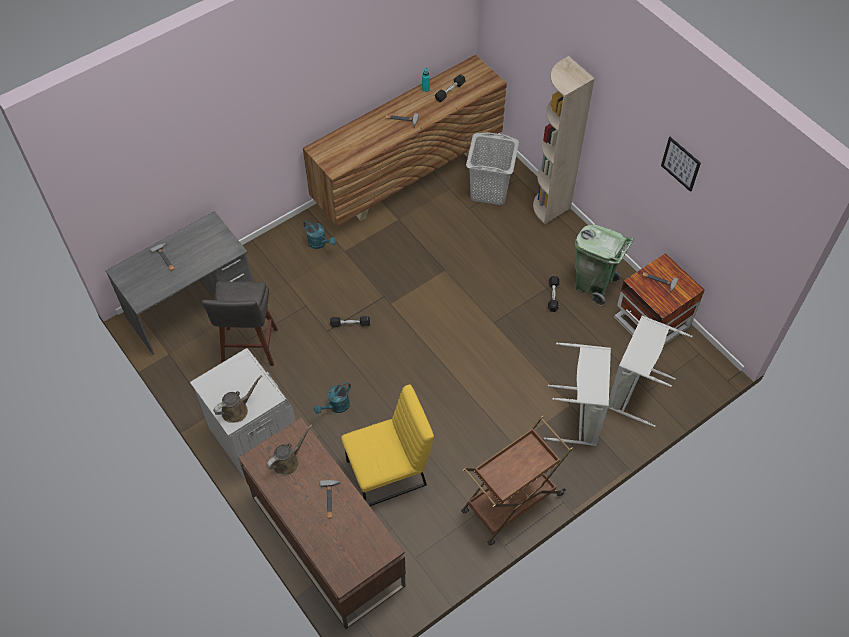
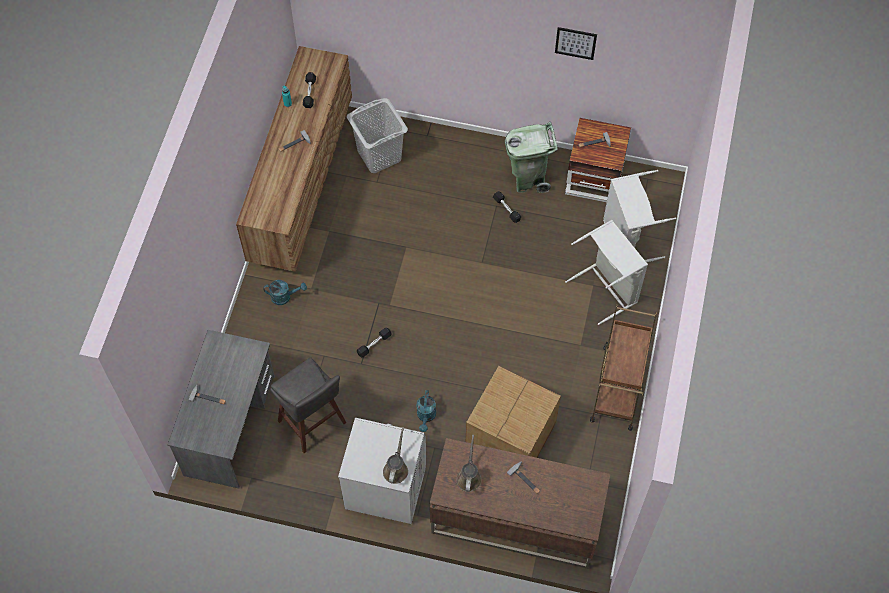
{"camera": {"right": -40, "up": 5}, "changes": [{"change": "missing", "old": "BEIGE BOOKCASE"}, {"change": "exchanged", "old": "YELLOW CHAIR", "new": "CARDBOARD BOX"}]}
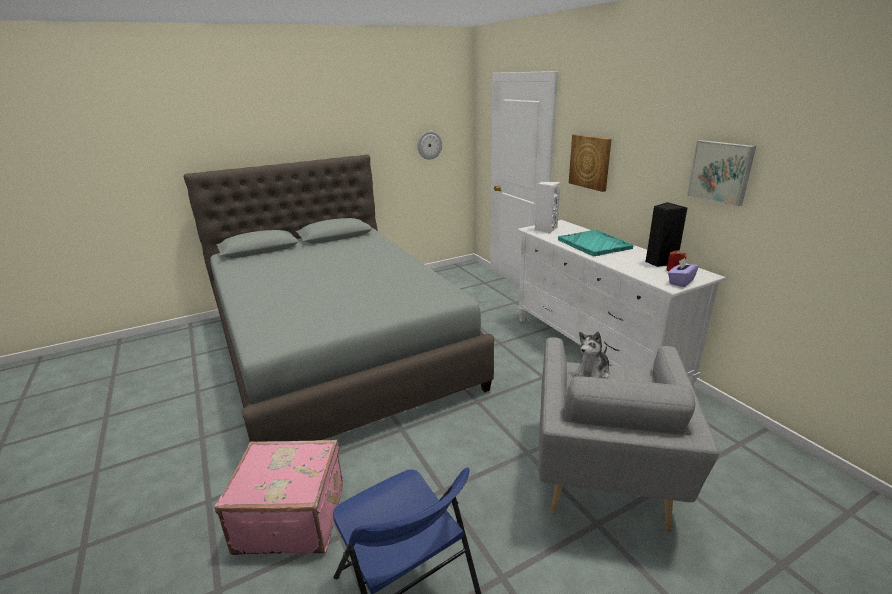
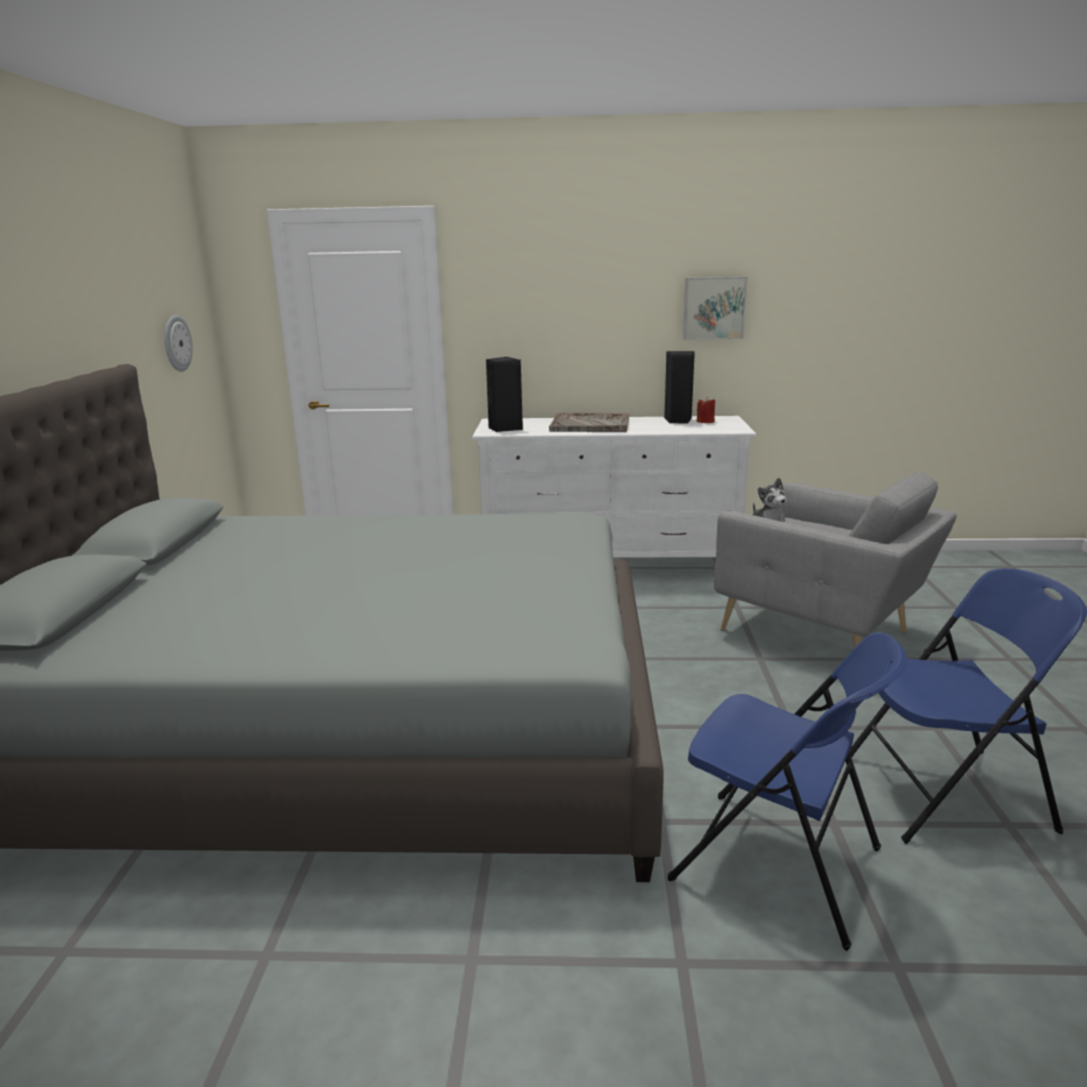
{"camera": {"right": -60, "up": -5}, "changes": [{"change": "missing", "old": "PICTURE (no. 1 from left)"}, {"change": "missing", "old": "PURPLE TISSUE BOX"}, {"change": "exchanged", "old": "PINK SUITCASE", "new": "BLUE CHAIR (no. 1 from left)"}, {"change": "colour", "old": "WHITE SPEAKER", "new": "BLACK SPEAKER (no. 1 from left)"}, {"change": "colour", "old": "TURQUOISE TRAY", "new": "GREY TRAY"}]}
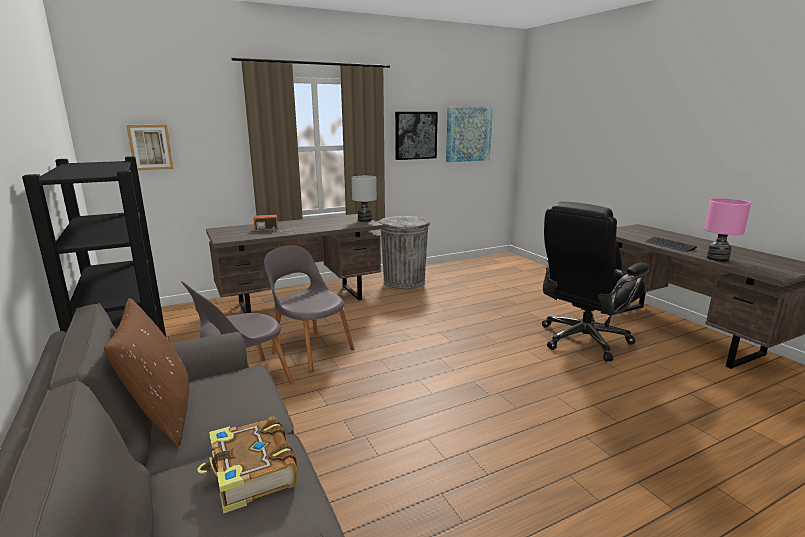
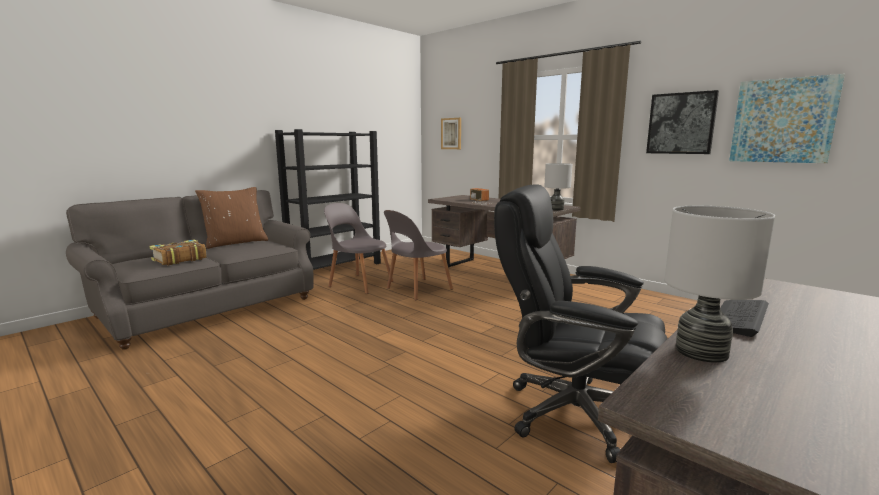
{"camera": {"right": 70, "up": -5}, "changes": [{"change": "missing", "old": "GREY TRASH CAN"}, {"change": "colour", "old": "PINK TABLE LAMP", "new": "GREY TABLE LAMP (no. 2 from left)"}, {"change": "spun", "old": "GREY CHAIR (no. 2 from left)", "degrees": -150}]}
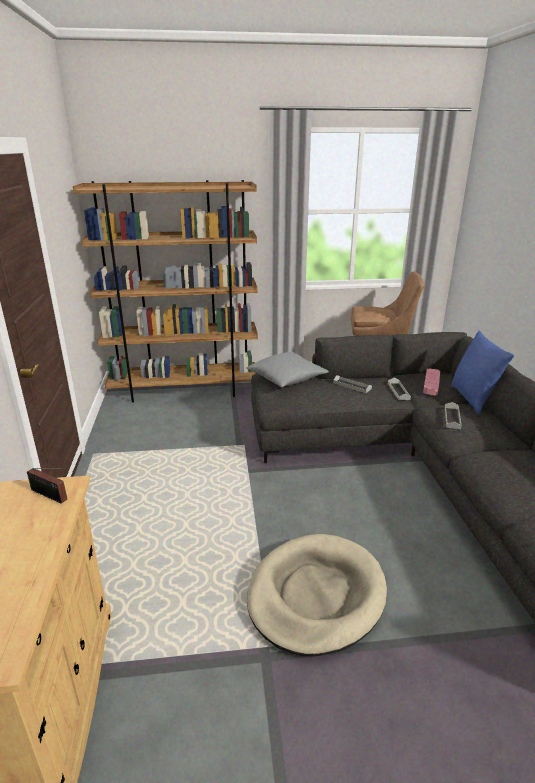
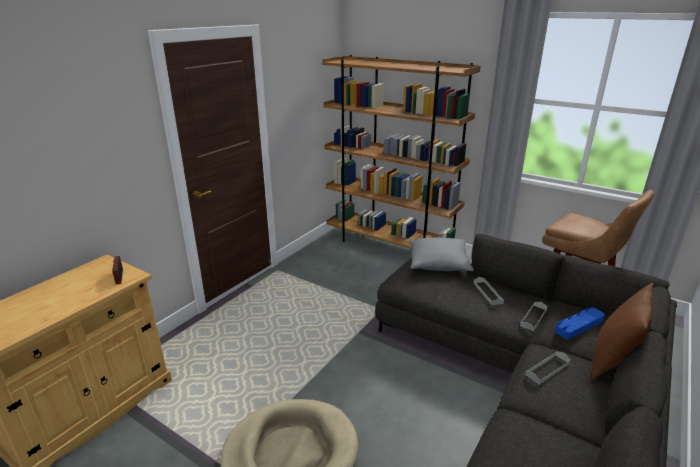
{"camera": {"right": 40, "up": 0}, "changes": [{"change": "colour", "old": "PINK TRAY", "new": "BLUE TRAY"}, {"change": "colour", "old": "BLUE PILLOW", "new": "BROWN PILLOW"}]}
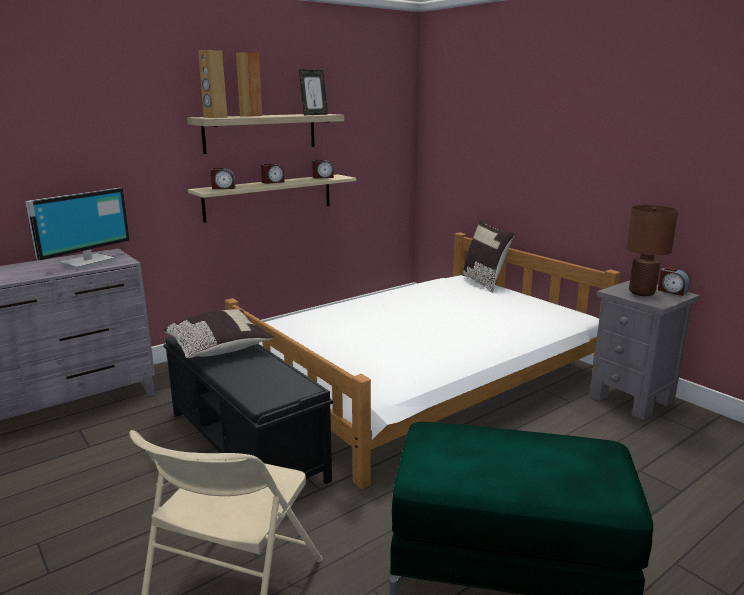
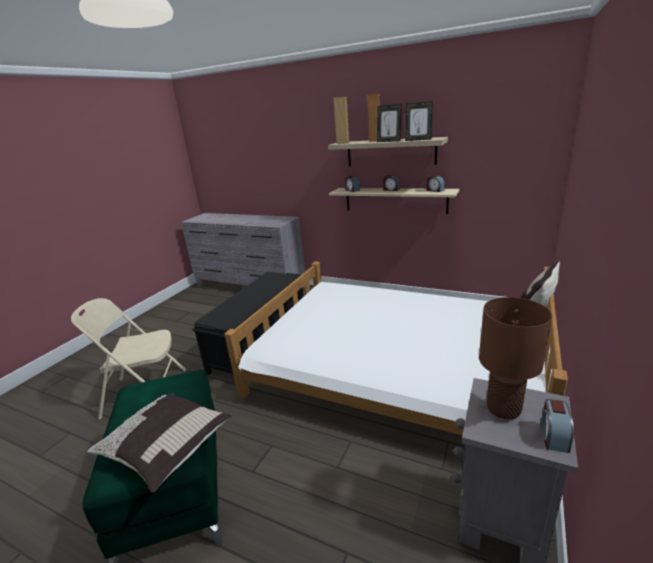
{"camera": {"right": 65, "up": 5}, "changes": [{"change": "missing", "old": "MONITOR"}, {"change": "appeared", "new": "PICTURE FRAME (no. 1 from left)"}, {"change": "relocated", "old": "PILLOW (no. 1 from left)"}]}
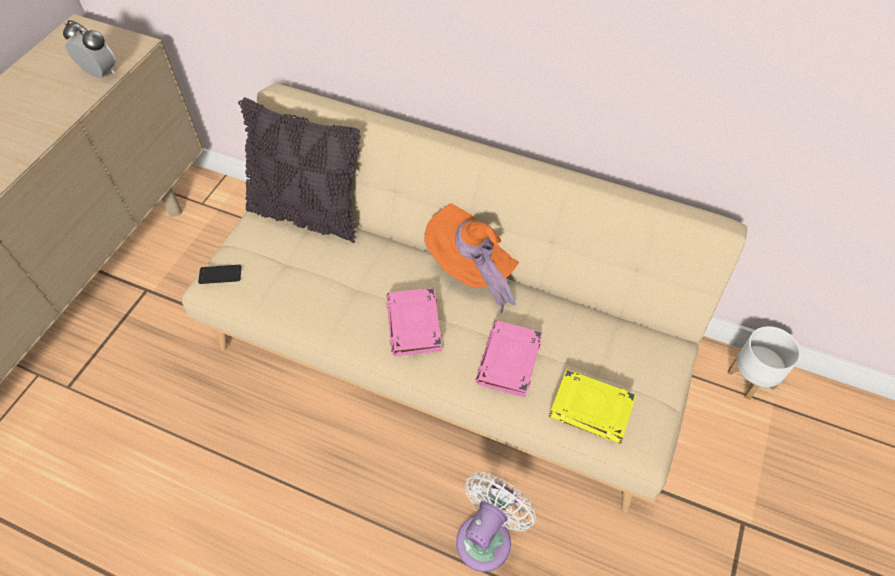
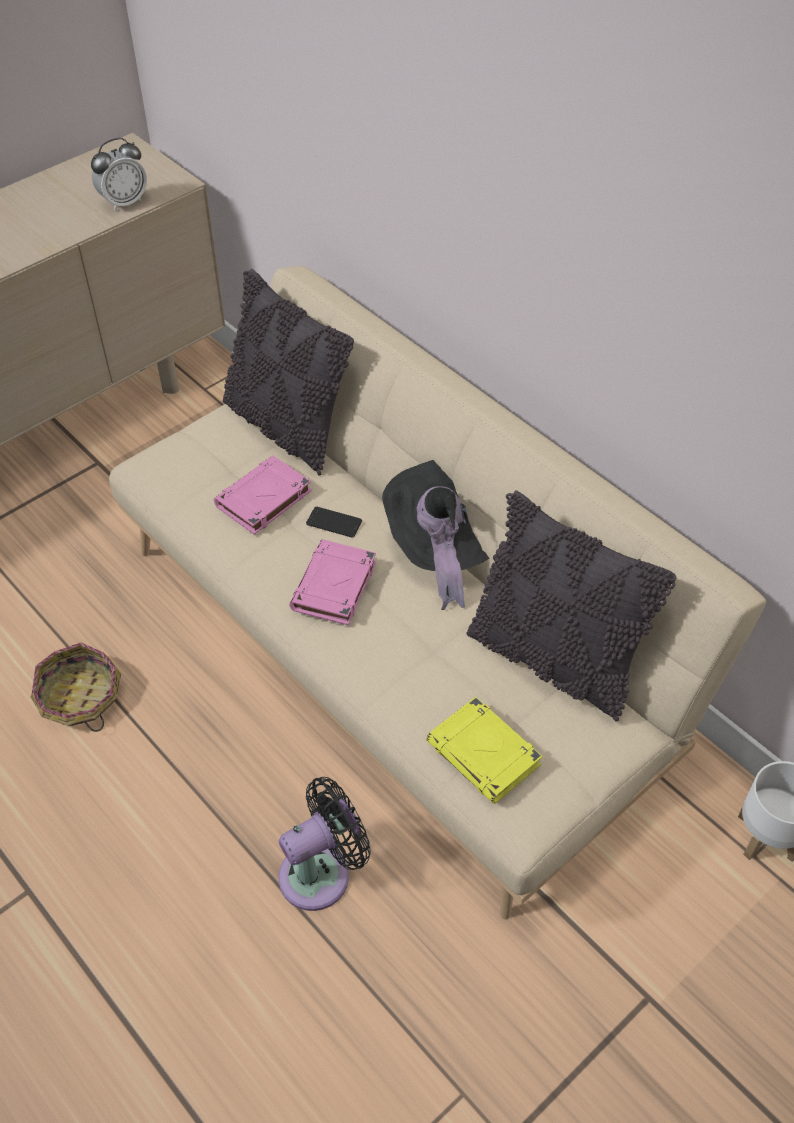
{"camera": {"right": 25, "up": -5}, "changes": [{"change": "appeared", "new": "BASKET"}, {"change": "appeared", "new": "BLACK PILLOW (no. 2 from left)"}, {"change": "relocated", "old": "PHONE"}, {"change": "relocated", "old": "PINK BOOK (no. 2 from left in the first image)", "new": "PINK BOOK (no. 1 from left)"}, {"change": "colour", "old": "ORANGE HAT", "new": "BLACK HAT"}, {"change": "colour", "old": "WHITE FAN", "new": "BLACK FAN"}, {"change": "spun", "old": "ALARM CLOCK", "degrees": 90}]}
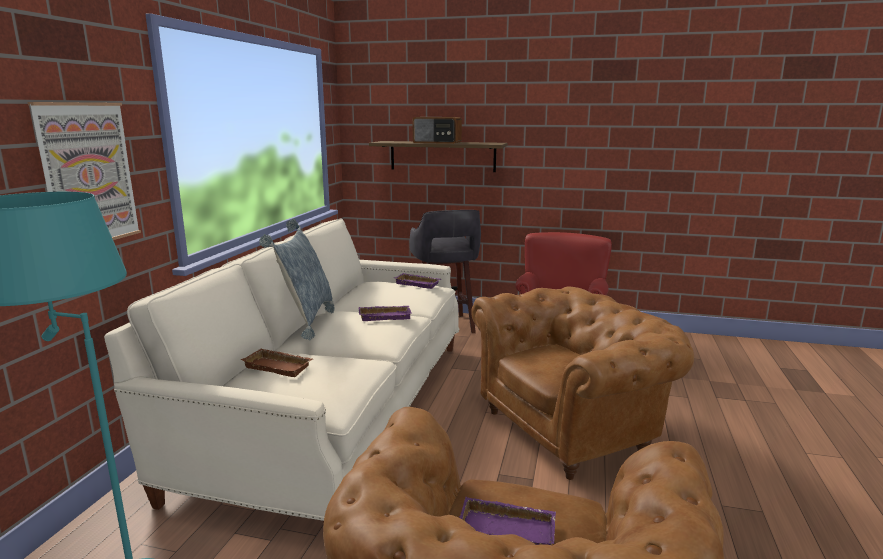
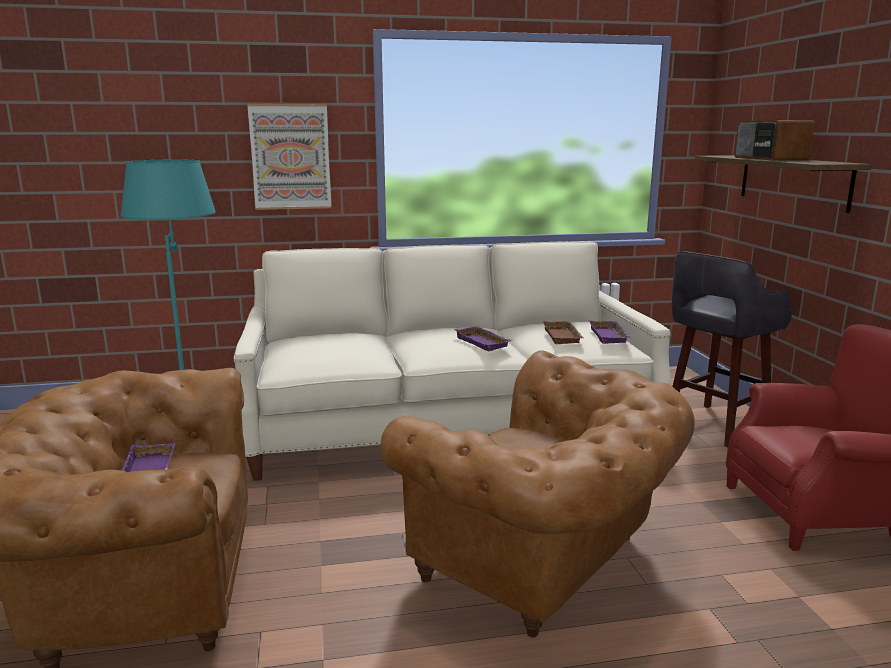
{"camera": {"right": 65, "up": 0}, "changes": [{"change": "missing", "old": "PILLOW"}, {"change": "relocated", "old": "BROWN TRAY"}]}
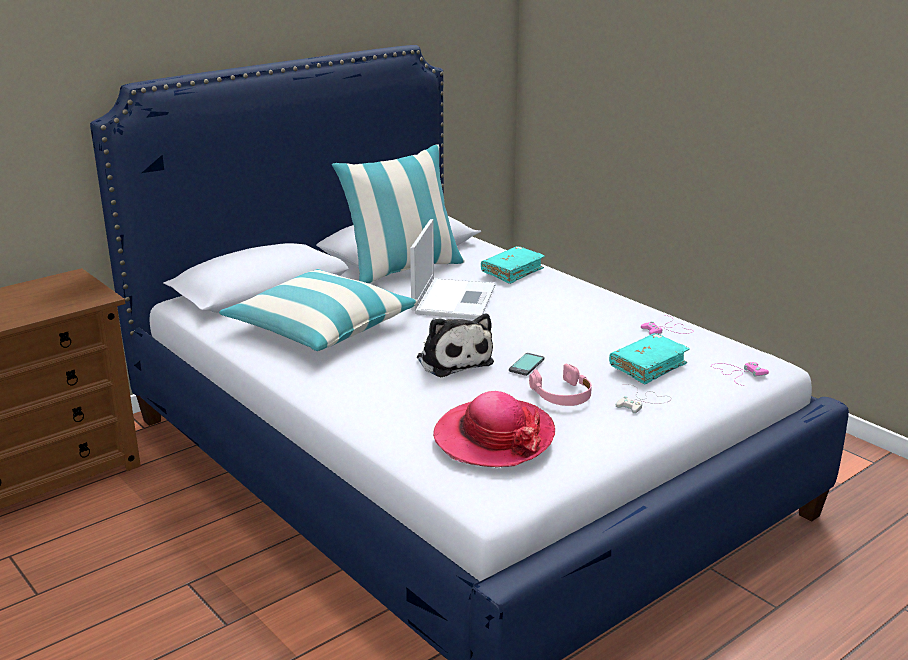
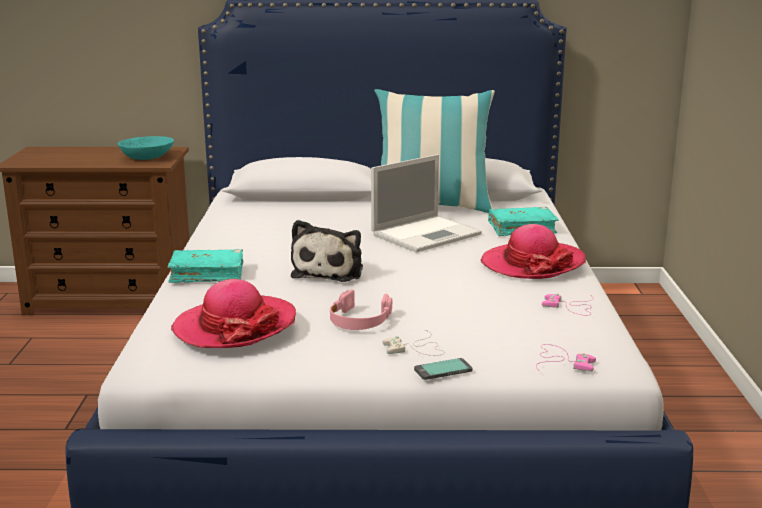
{"camera": {"right": 40, "up": -5}, "changes": [{"change": "missing", "old": "PILLOW (no. 1 from left)"}, {"change": "appeared", "new": "TURQUOISE BOWL"}, {"change": "appeared", "new": "HAT (no. 2 from left)"}, {"change": "relocated", "old": "PHONE"}, {"change": "relocated", "old": "TURQUOISE BOOK (no. 2 from left in the first image)", "new": "TURQUOISE BOOK (no. 1 from left)"}]}
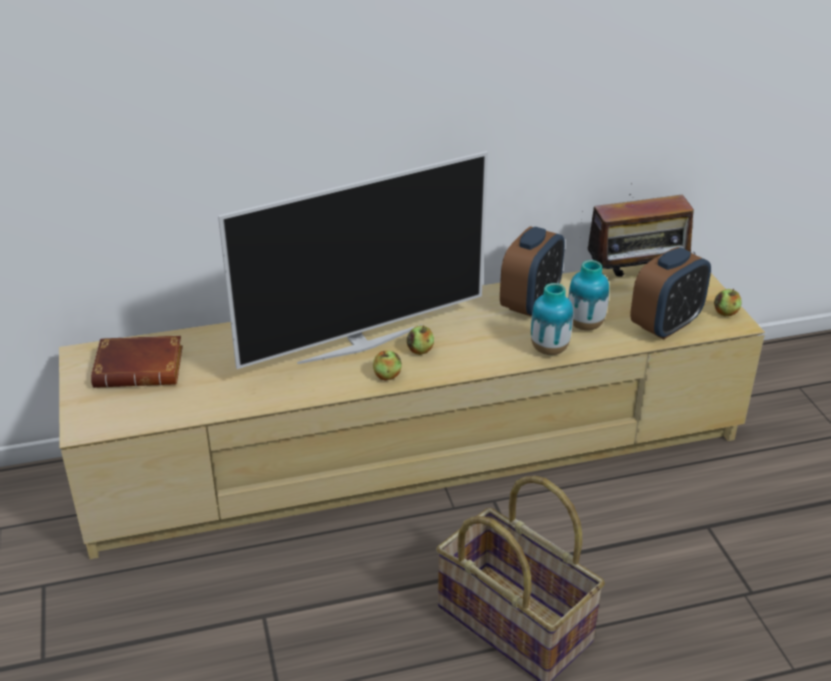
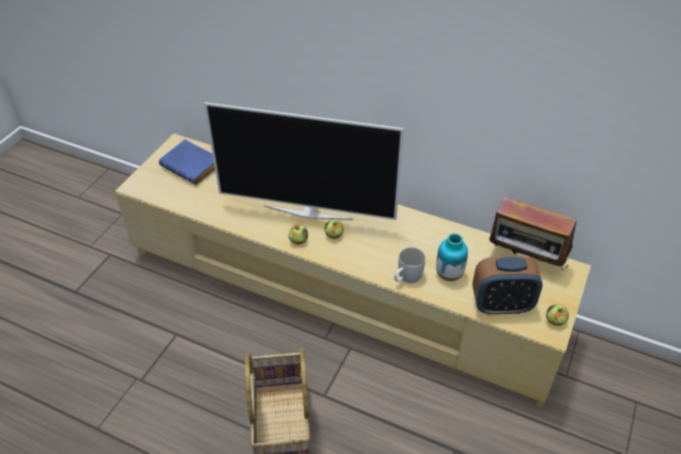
{"camera": {"right": 40, "up": 10}, "changes": [{"change": "missing", "old": "ALARM CLOCK (no. 1 from left)"}, {"change": "exchanged", "old": "VASE (no. 1 from left)", "new": "WHITE MUG"}, {"change": "colour", "old": "BROWN BOOK", "new": "BLUE BOOK"}]}
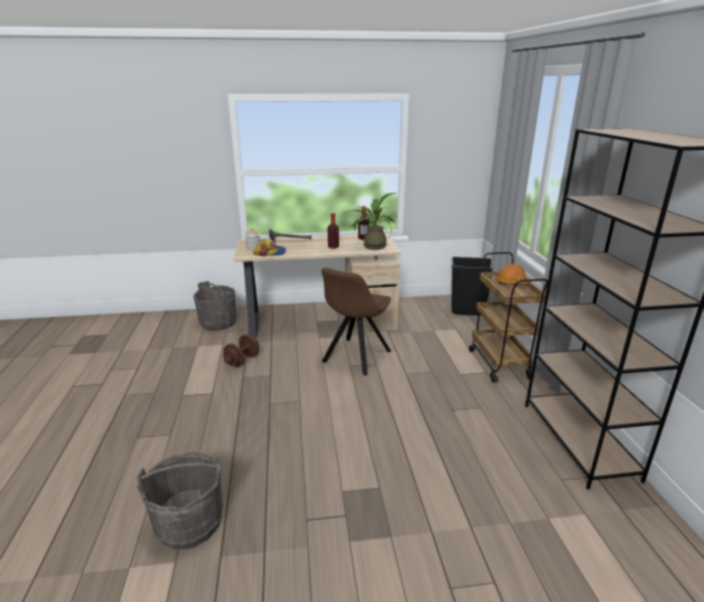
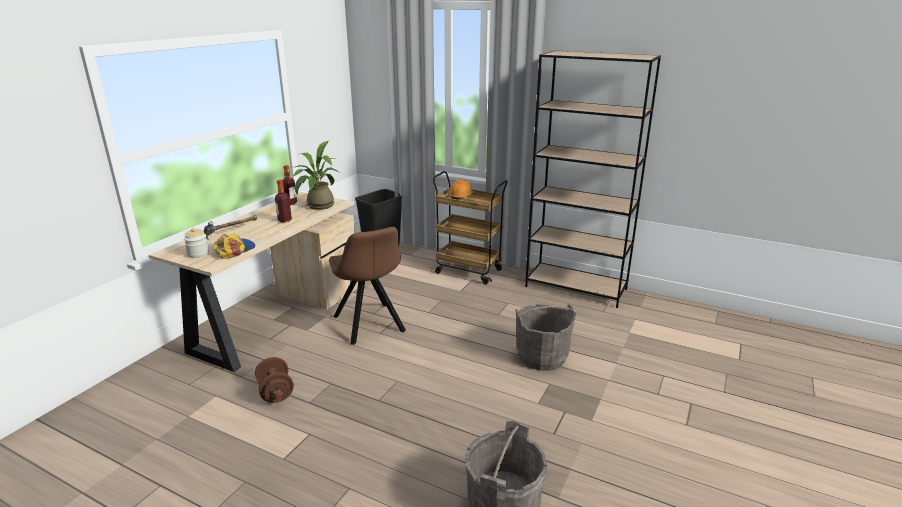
{"camera": {"right": -55, "up": 0}, "changes": [{"change": "relocated", "old": "GREY BUCKET (no. 2 from left)"}]}
